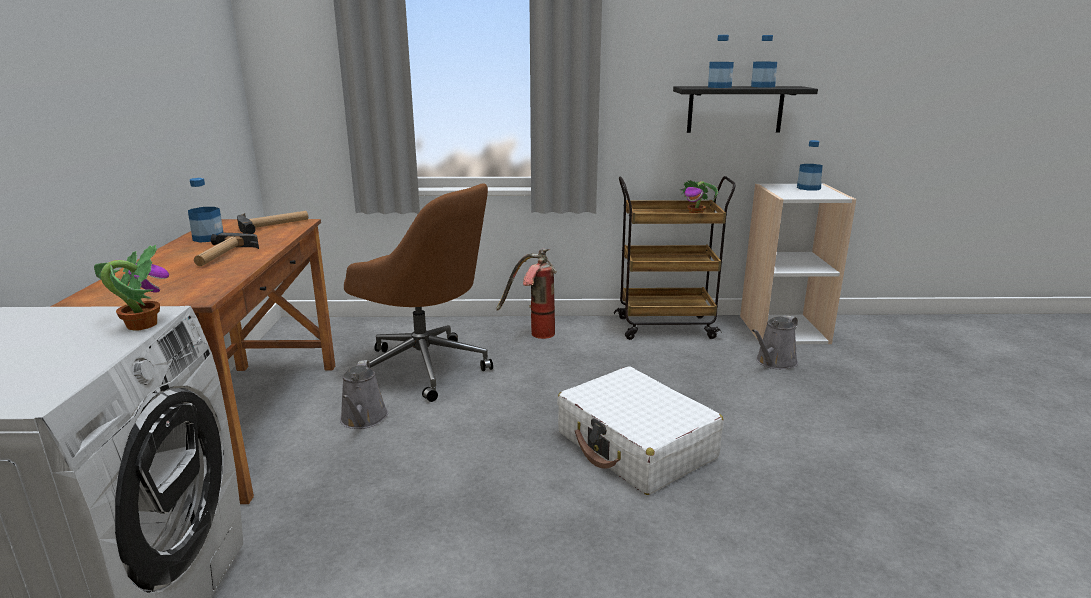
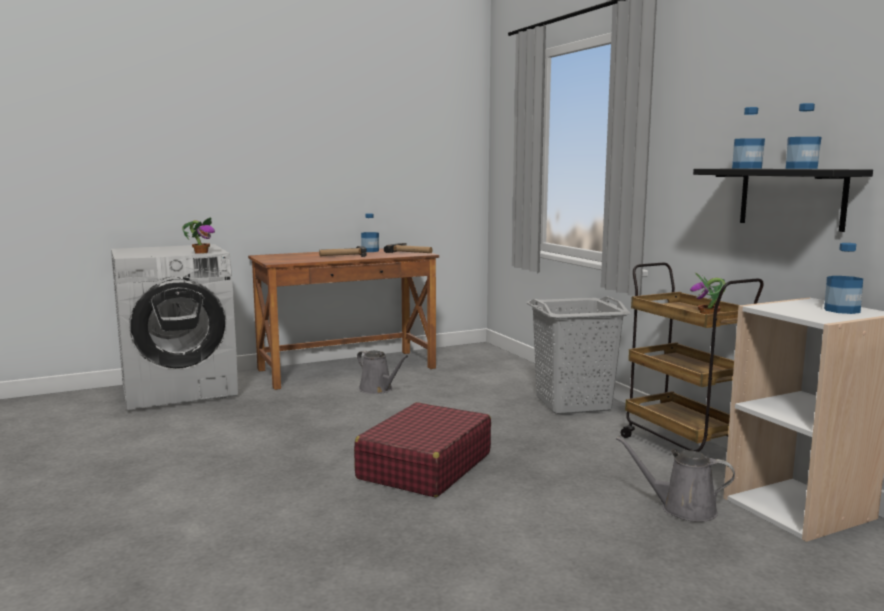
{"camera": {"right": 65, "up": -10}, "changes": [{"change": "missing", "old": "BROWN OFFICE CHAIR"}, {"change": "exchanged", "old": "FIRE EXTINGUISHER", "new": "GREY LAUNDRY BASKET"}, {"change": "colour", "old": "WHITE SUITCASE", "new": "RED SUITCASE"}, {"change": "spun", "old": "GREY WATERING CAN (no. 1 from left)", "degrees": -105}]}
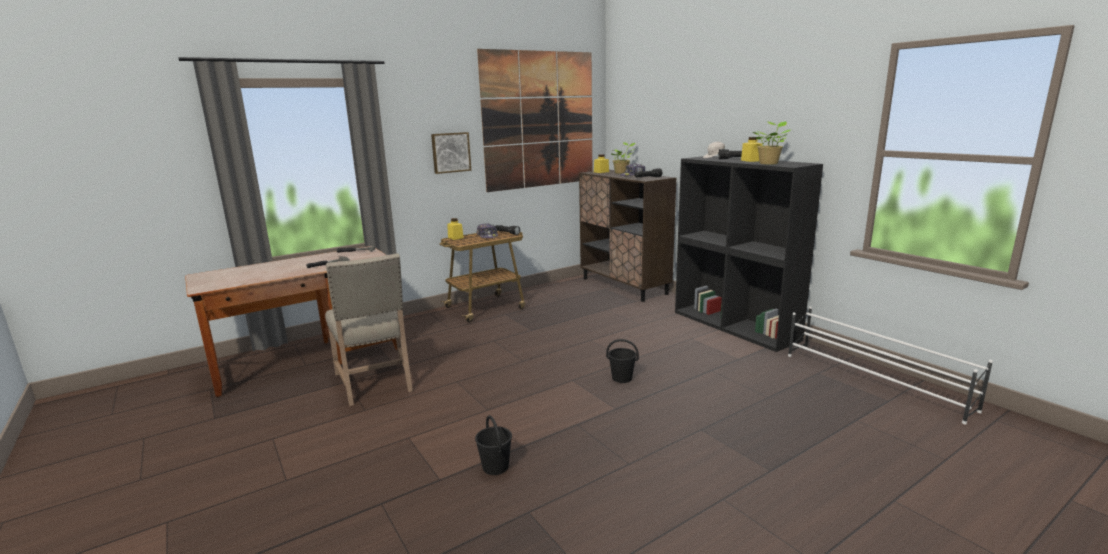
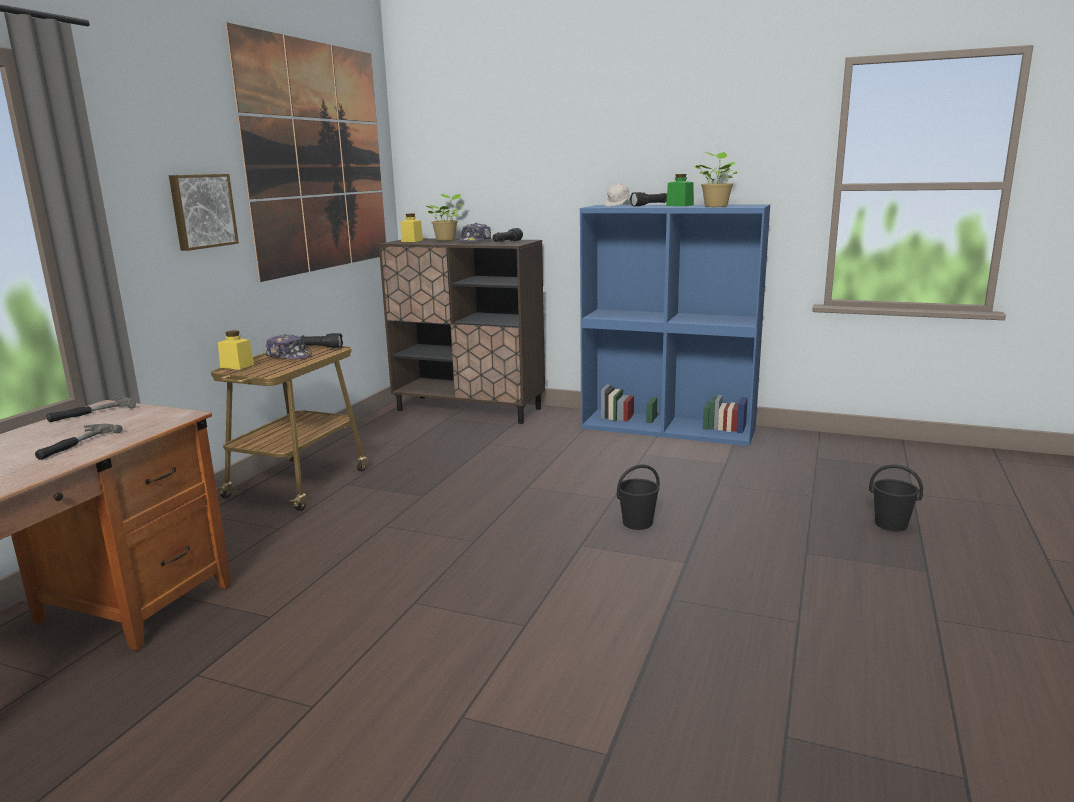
{"camera": {"right": -35, "up": 0}, "changes": [{"change": "missing", "old": "BEIGE CHAIR"}, {"change": "missing", "old": "WHITE SHOE RACK"}, {"change": "relocated", "old": "BLACK BUCKET (no. 1 from left in the first image)", "new": "BLACK BUCKET (no. 2 from left)"}, {"change": "colour", "old": "BLACK BOOKCASE", "new": "BLUE BOOKCASE"}, {"change": "colour", "old": "YELLOW JAR (no. 3 from left)", "new": "GREEN JAR"}]}
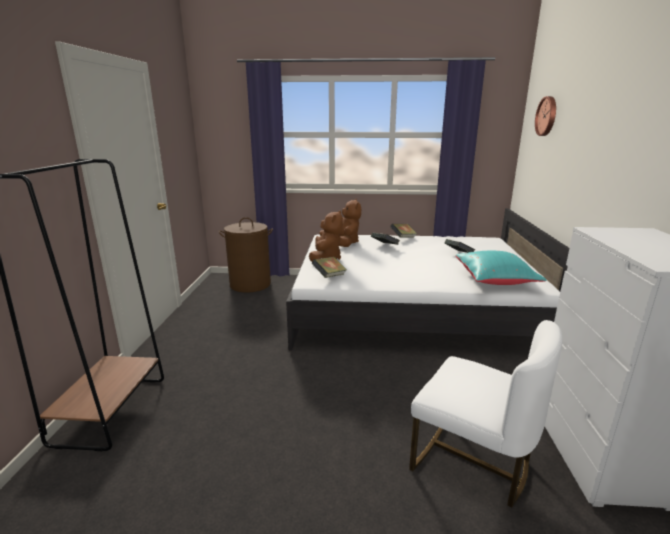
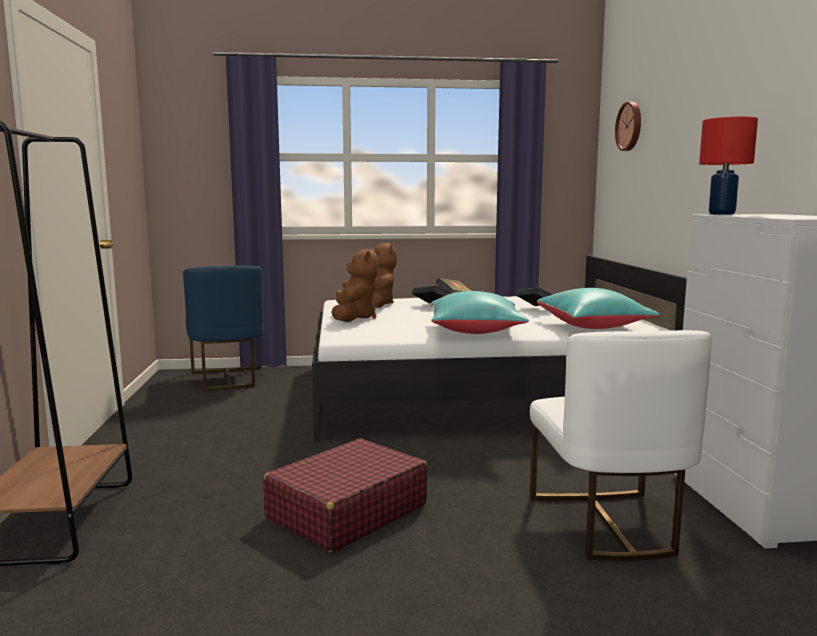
{"camera": {"right": -10, "up": -10}, "changes": [{"change": "missing", "old": "BOOK (no. 1 from left)"}, {"change": "appeared", "new": "RED SUITCASE"}, {"change": "appeared", "new": "TURQUOISE PILLOW (no. 1 from left)"}, {"change": "appeared", "new": "RED TABLE LAMP"}, {"change": "exchanged", "old": "BROWN LAUNDRY BASKET", "new": "BLUE CHAIR"}, {"change": "spun", "old": "WHITE CHAIR", "degrees": 60}]}
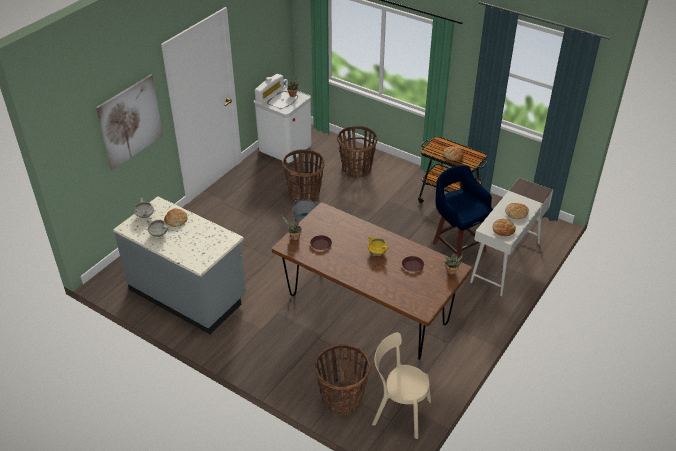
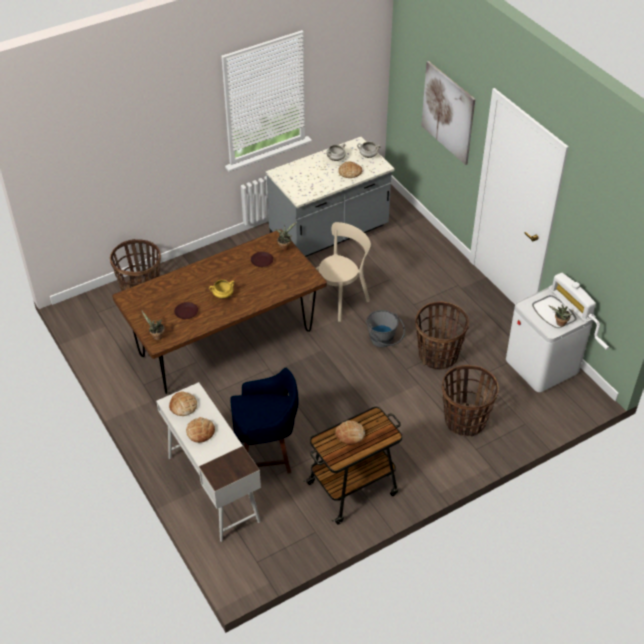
{"camera": {"right": 115, "up": 5}, "changes": [{"change": "relocated", "old": "BEIGE CHAIR"}]}
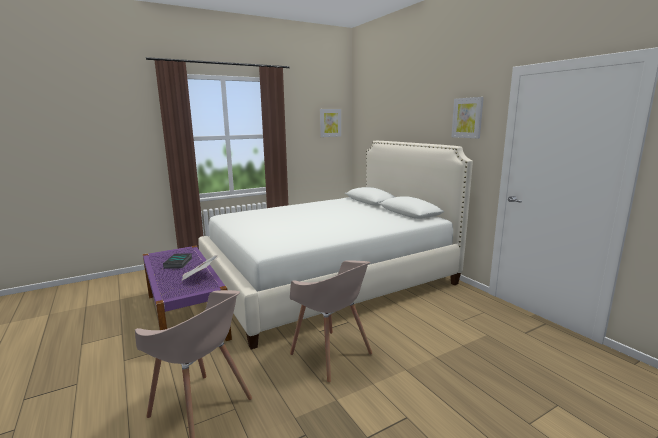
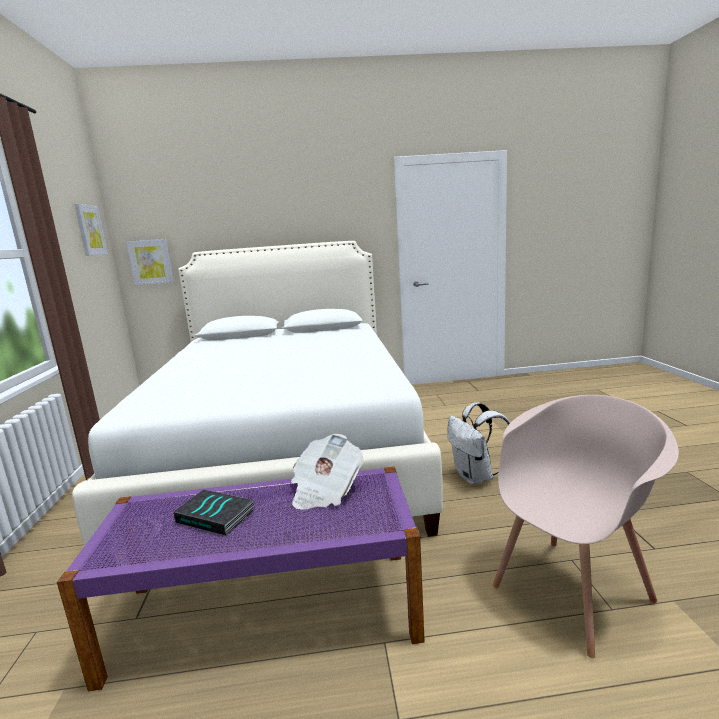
{"camera": {"right": -65, "up": 0}, "changes": [{"change": "relocated", "old": "PICTURE (no. 2 from left)"}, {"change": "exchanged", "old": "BEIGE CHAIR (no. 2 from left)", "new": "WHITE BACKPACK"}]}
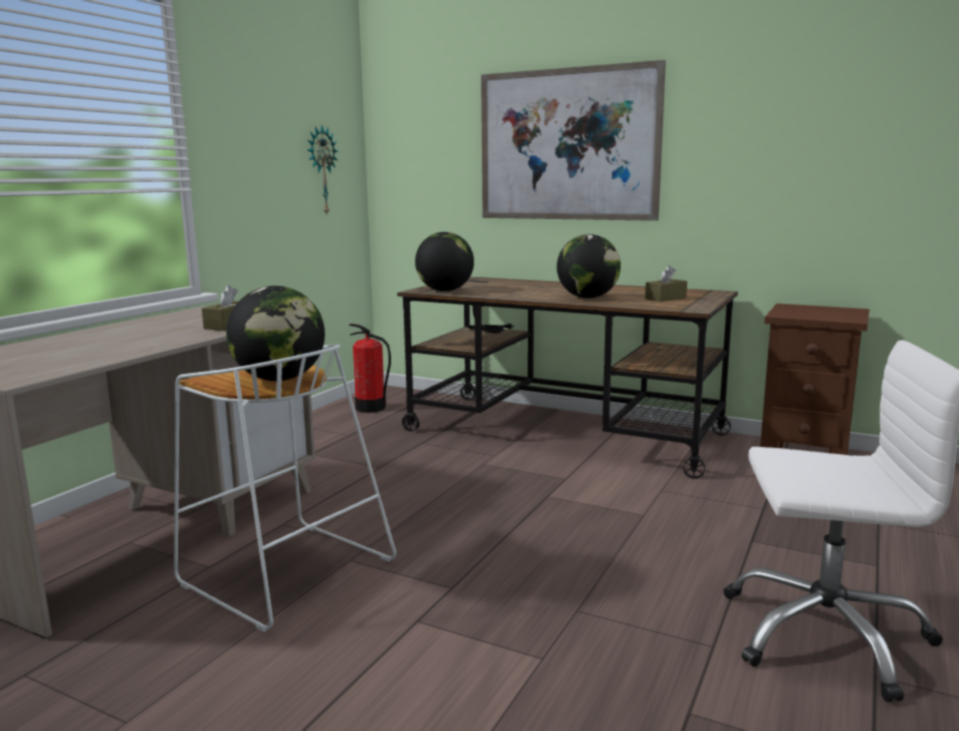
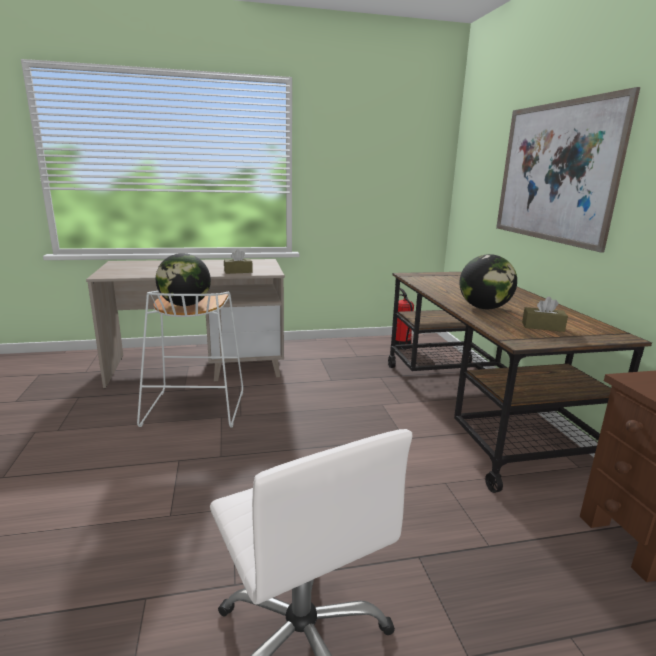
{"camera": {"right": 50, "up": 5}, "changes": [{"change": "missing", "old": "WALL CLOCK"}, {"change": "missing", "old": "GLOBE (no. 2 from left)"}]}
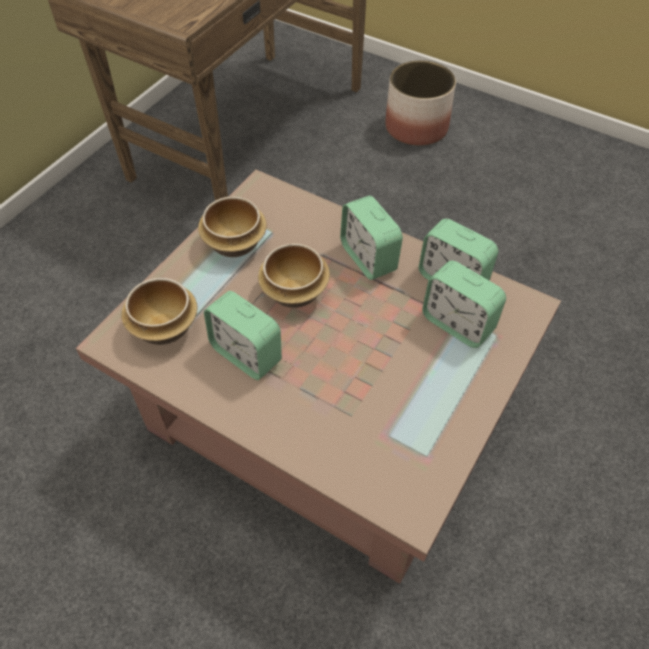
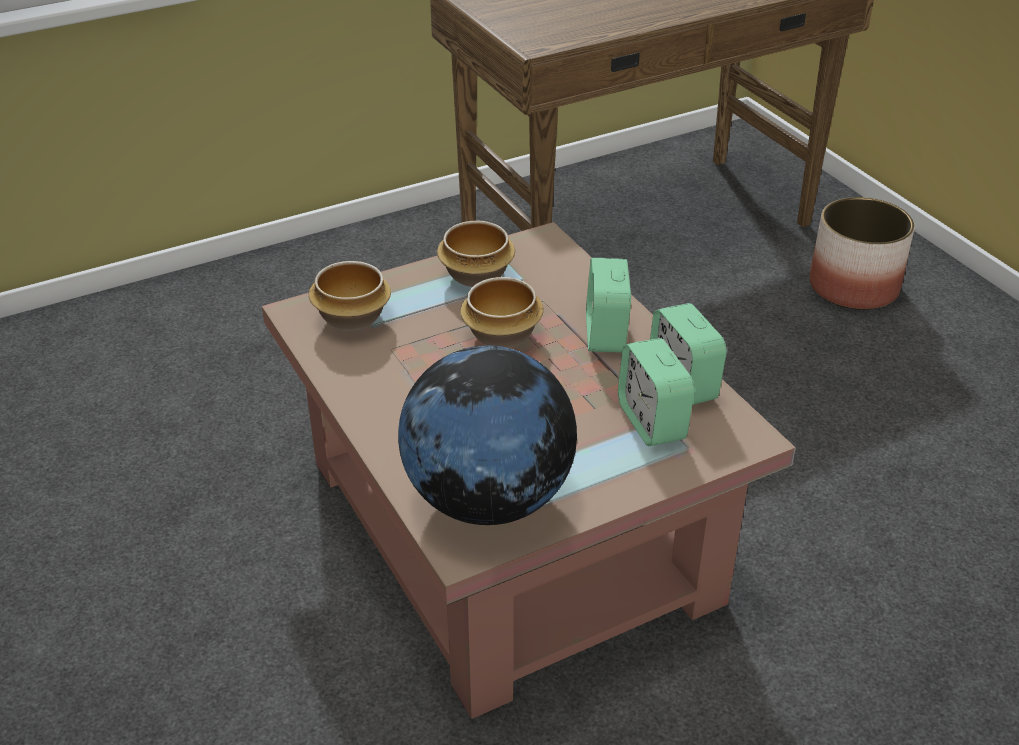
{"camera": {"right": 30, "up": -15}, "changes": [{"change": "missing", "old": "ALARM CLOCK (no. 1 from left)"}, {"change": "appeared", "new": "GLOBE"}]}
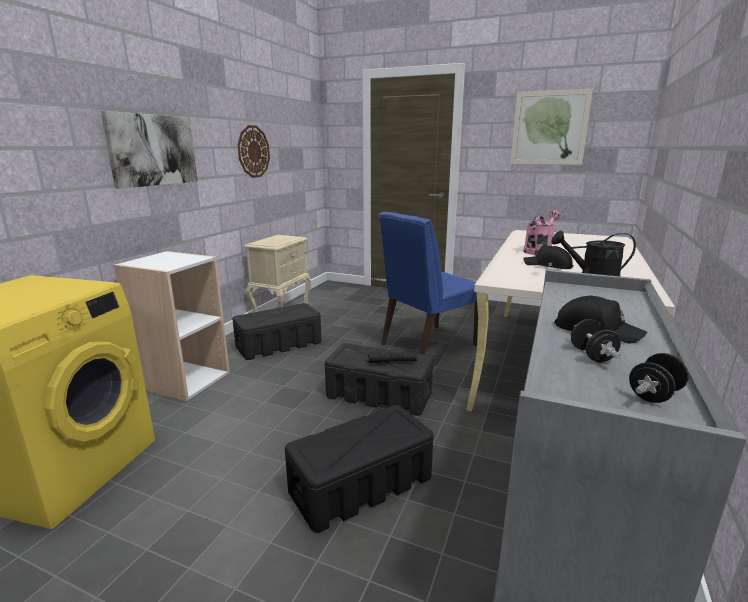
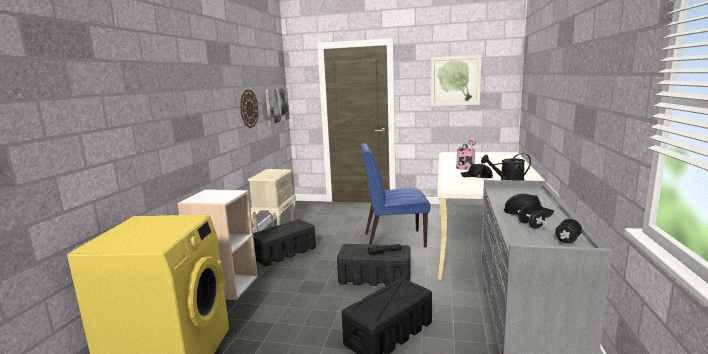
{"camera": {"right": -10, "up": -5}, "changes": [{"change": "relocated", "old": "PICTURE (no. 1 from left)"}, {"change": "spun", "old": "BLUE CHAIR", "degrees": 45}]}
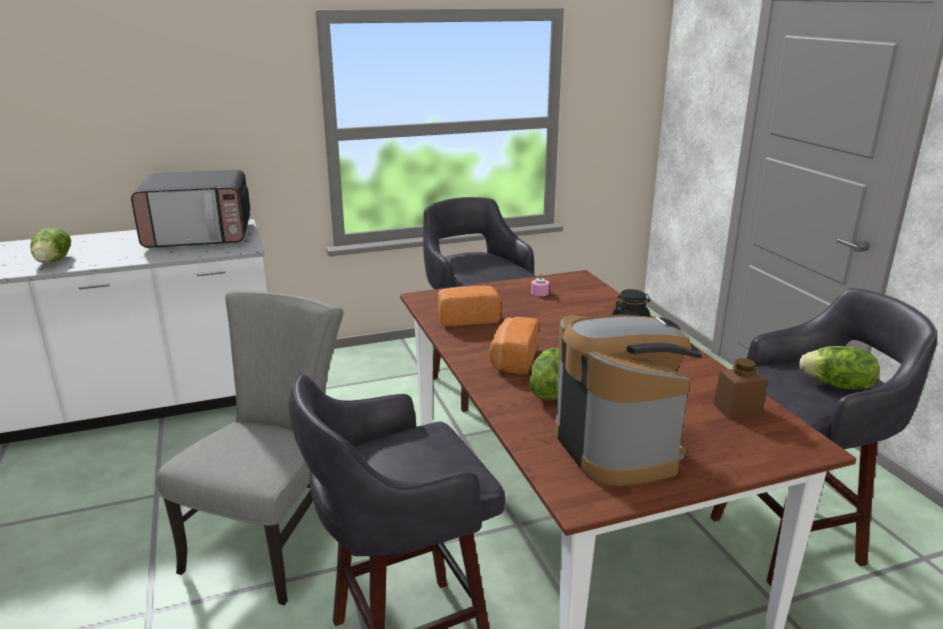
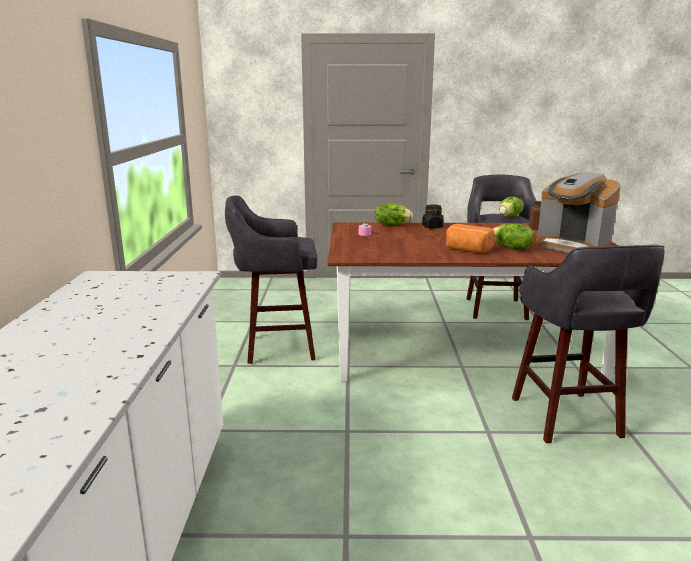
{"camera": {"right": -70, "up": -5}, "changes": [{"change": "missing", "old": "MICROWAVE"}, {"change": "missing", "old": "GREY CHAIR"}, {"change": "missing", "old": "BREAD (no. 1 from left)"}, {"change": "relocated", "old": "LETTUCE (no. 1 from left)"}, {"change": "spun", "old": "COFFEE MACHINE", "degrees": -135}]}
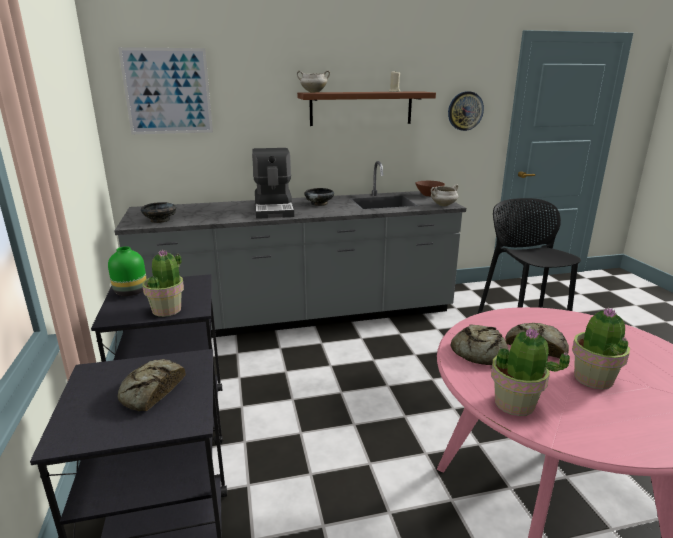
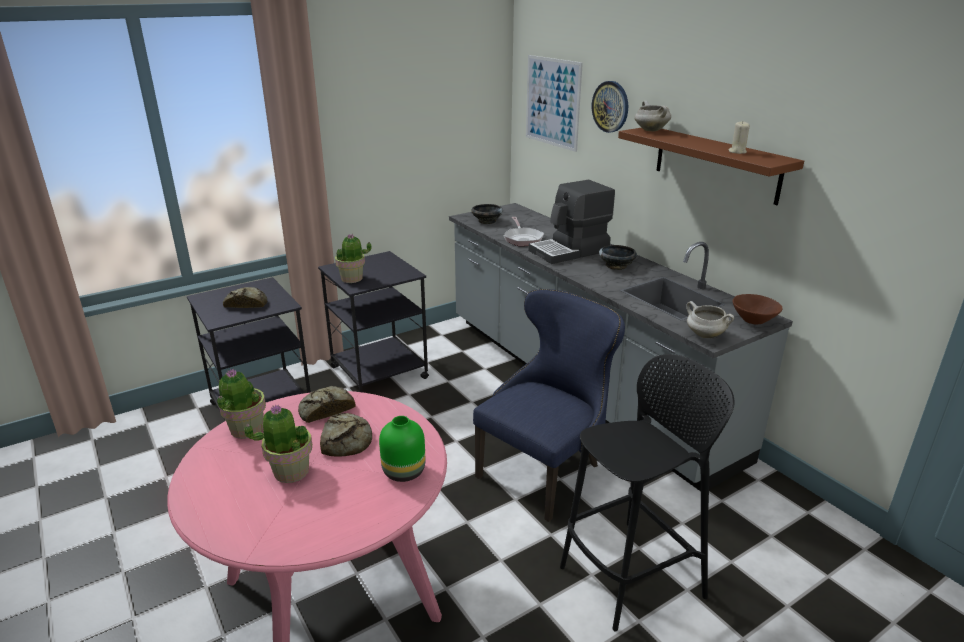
{"camera": {"right": 70, "up": 5}, "changes": [{"change": "appeared", "new": "BLUE CHAIR"}, {"change": "appeared", "new": "FRYING PAN"}, {"change": "relocated", "old": "GREEN VASE"}, {"change": "relocated", "old": "WALL CLOCK"}]}
